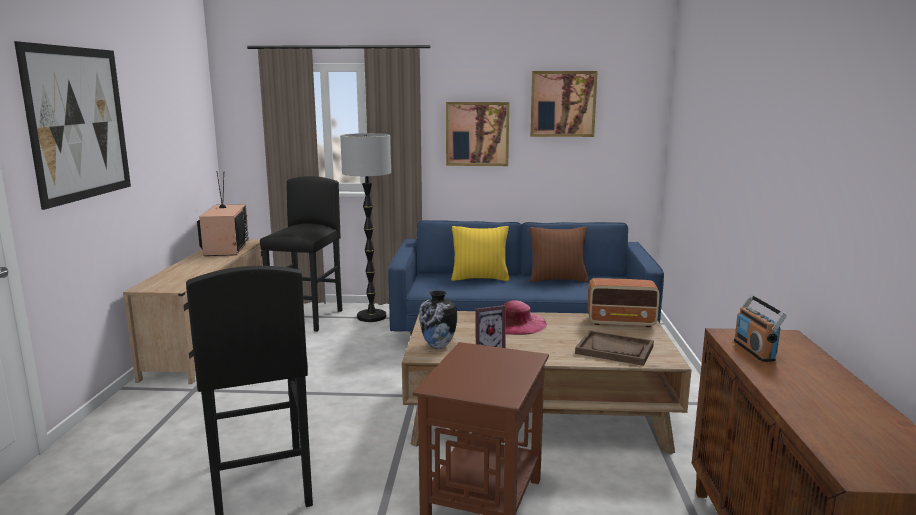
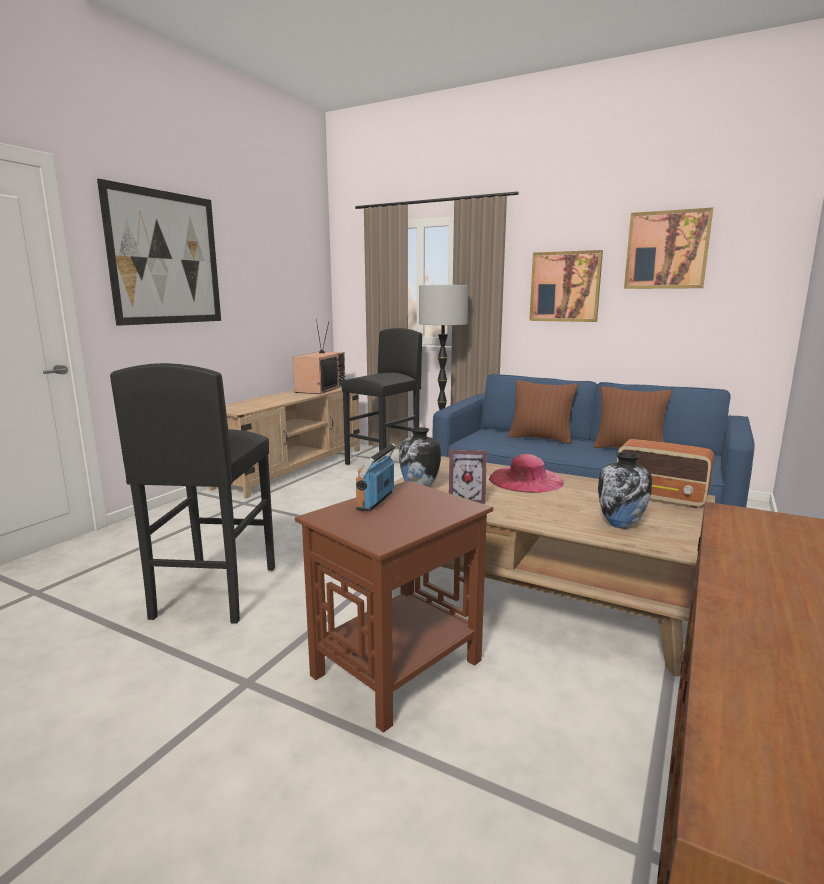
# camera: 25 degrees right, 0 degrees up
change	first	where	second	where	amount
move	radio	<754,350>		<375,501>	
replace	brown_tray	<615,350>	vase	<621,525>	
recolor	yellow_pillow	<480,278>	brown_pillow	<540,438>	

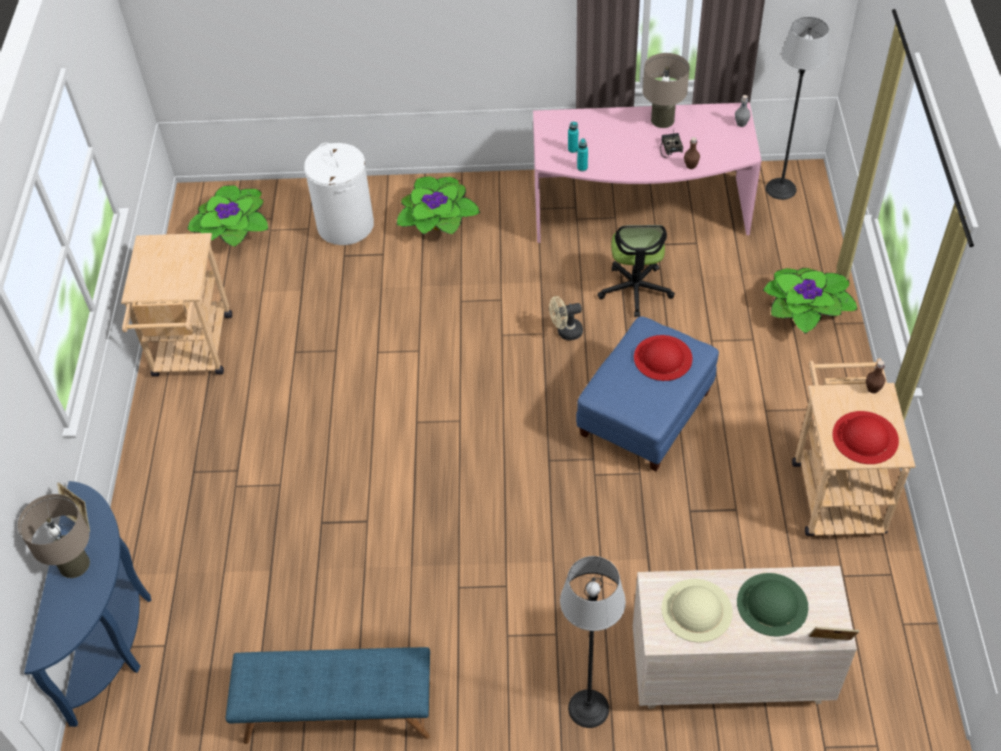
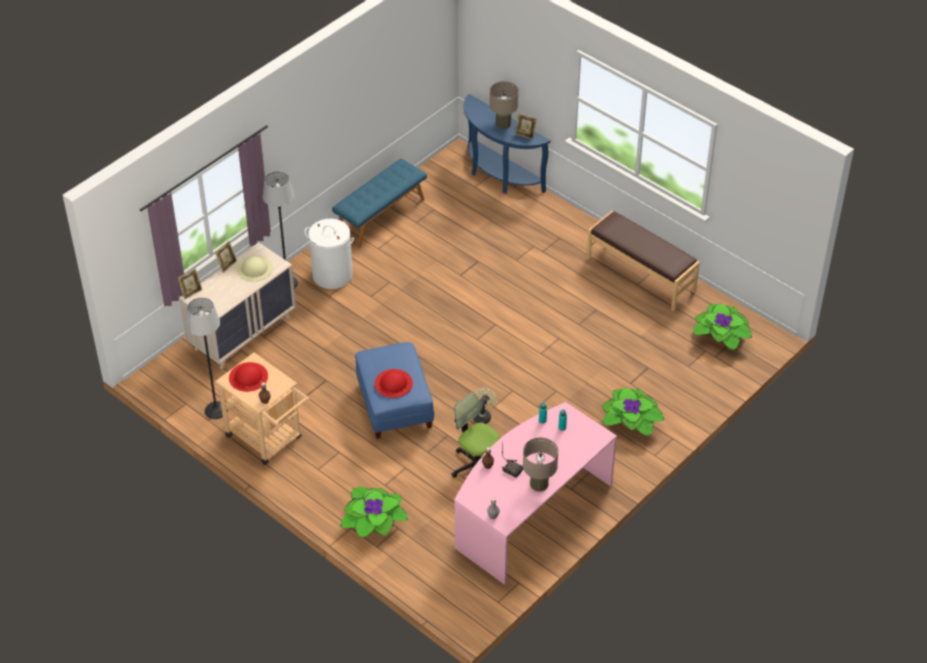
# camera: 130 degrees right, 5 degrees down
change	first	where	second	where	amount
delete	green_hat	<772,604>			
insert			picture_frame	<227,265>	
move	white_laundry_basket	<346,225>		<332,275>	
move	floor_lamp	<781,189>		<216,410>	
replace	beige_cart	<192,352>	brown_bench	<641,274>	

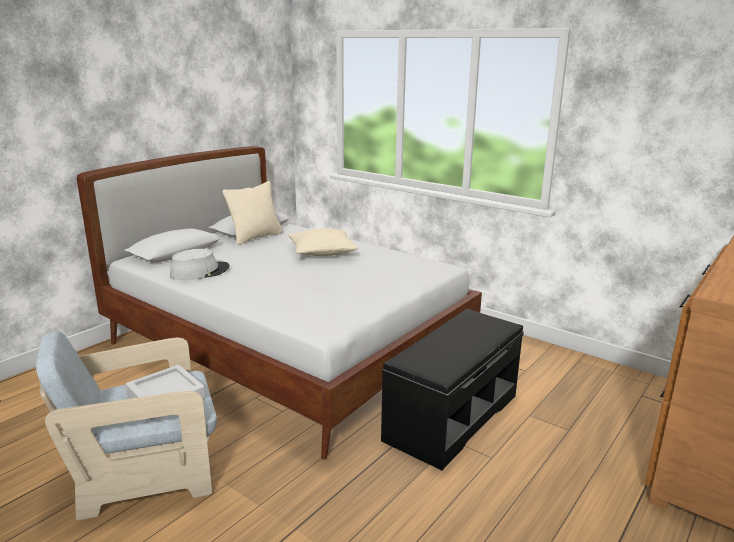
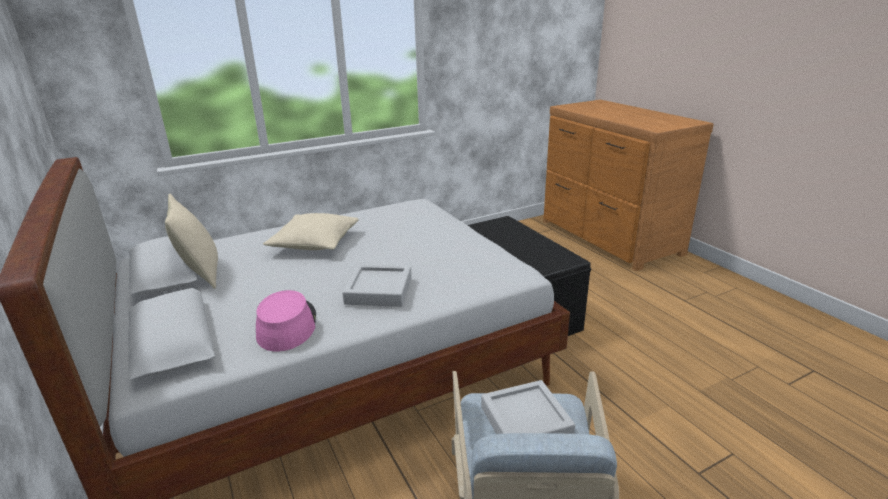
# camera: 65 degrees left, 5 degrees up
change	first	where	second	where	amount
insert			grey_tray	<379,291>	
recolor	grey_hat	<200,272>	pink_hat	<287,325>	

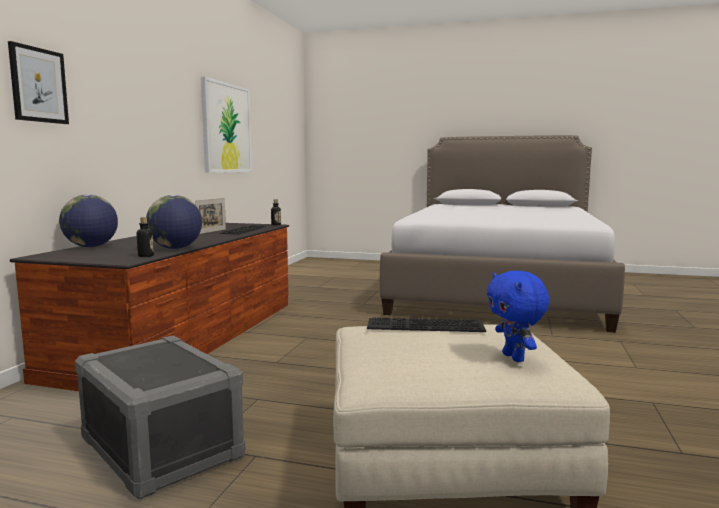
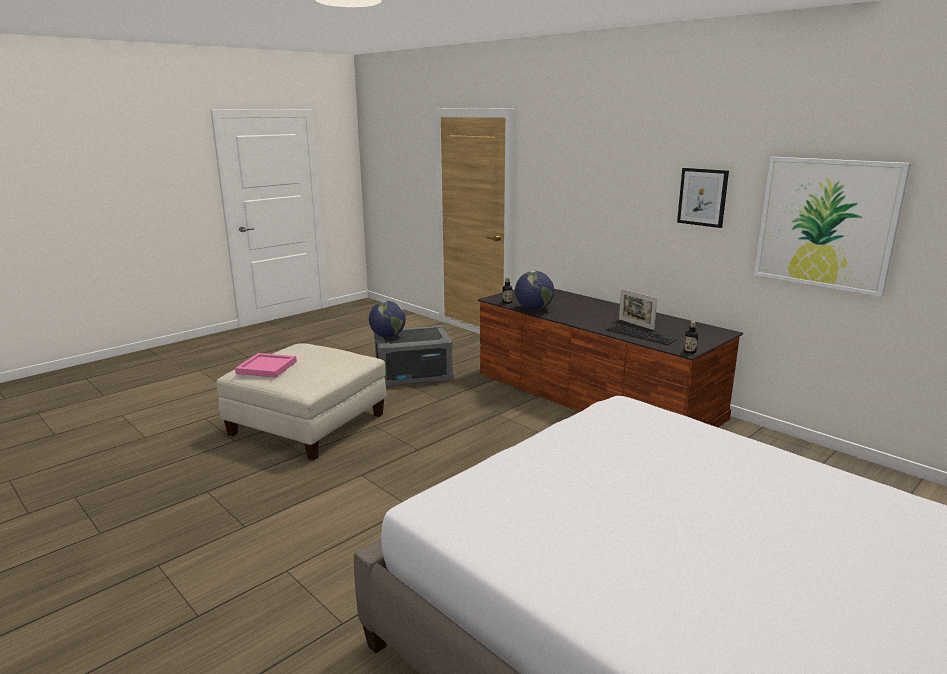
# camera: 120 degrees right, 10 degrees up
change	first	where	second	where	amount
delete	keyboard	<424,326>			
move	picture	<38,85>		<702,197>	
move	globe	<91,247>		<388,336>	
replace	blue_plush_toy	<515,358>	pink_tray	<265,368>	

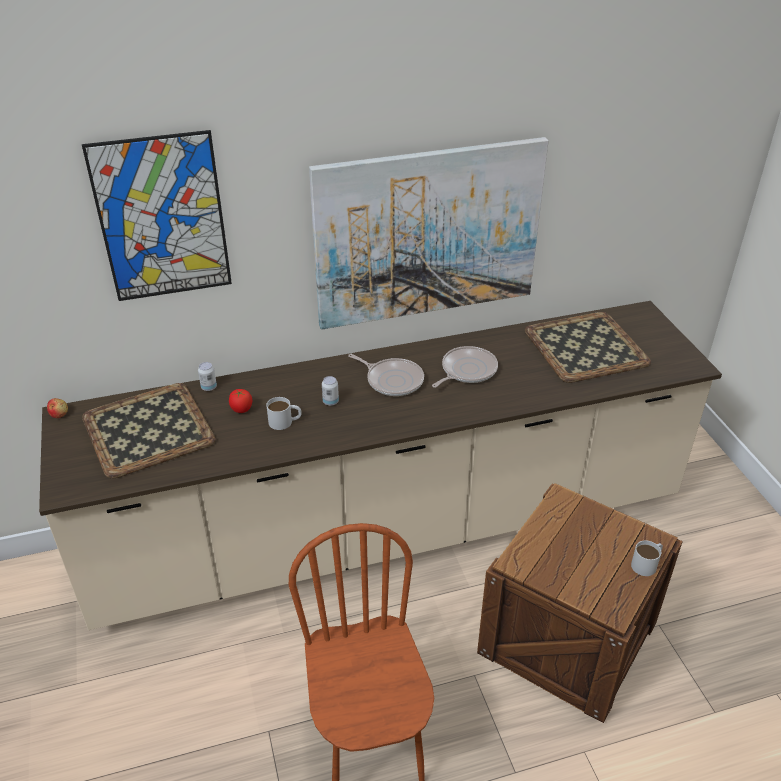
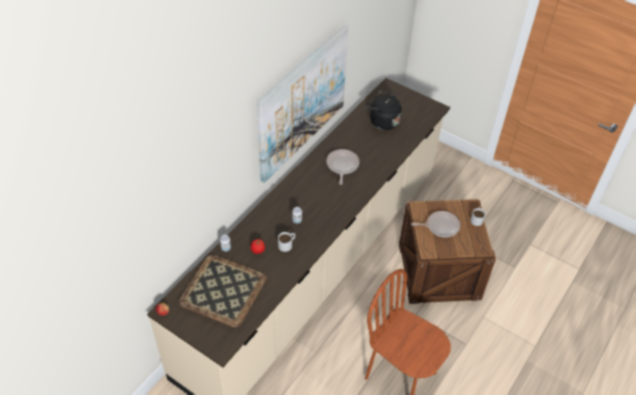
# camera: 40 degrees left, 10 degrees up
change	first	where	second	where	amount
delete	picture	<162,218>			
move	frying_pan	<392,380>		<440,226>	
replace	tray	<586,346>	black_kettle	<382,121>	

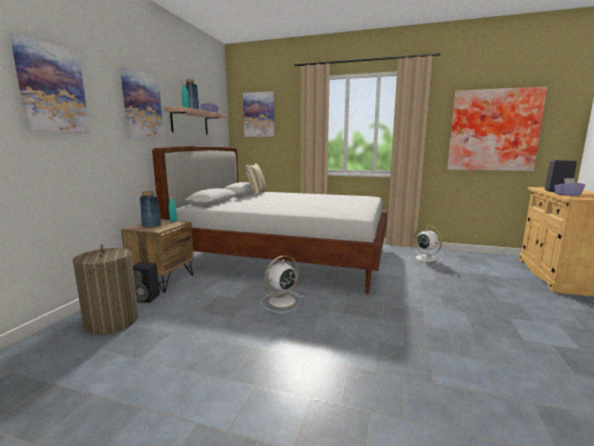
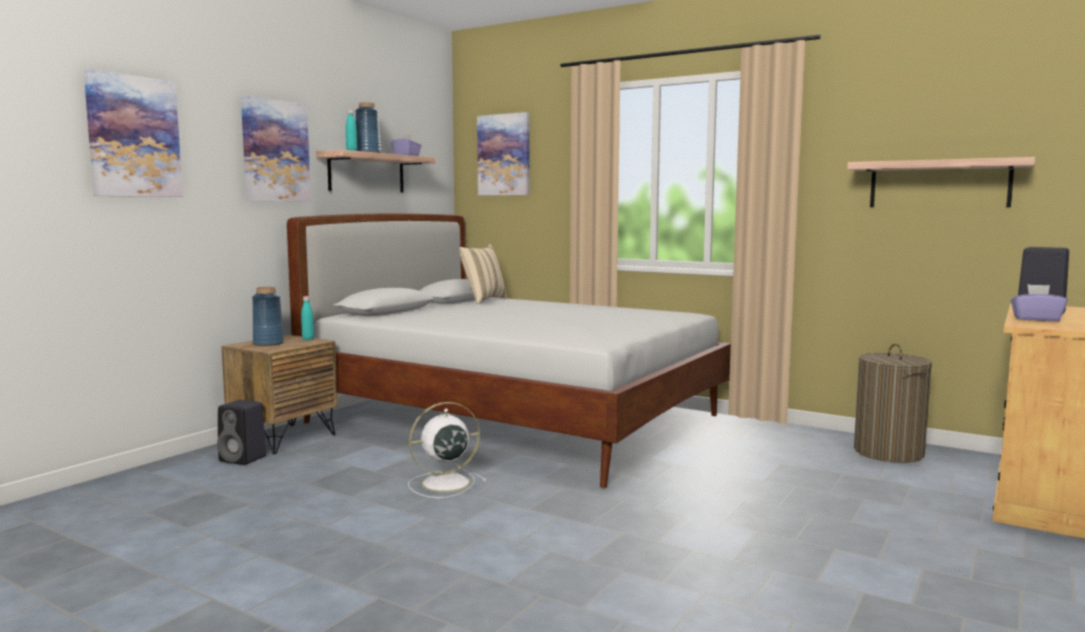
# camera: 15 degrees right, 5 degrees down
change	first	where	second	where	amount
delete	white_fan	<424,258>			
move	laundry_basket	<112,322>		<888,452>	
replace	picture	<493,130>	shelf	<939,184>	

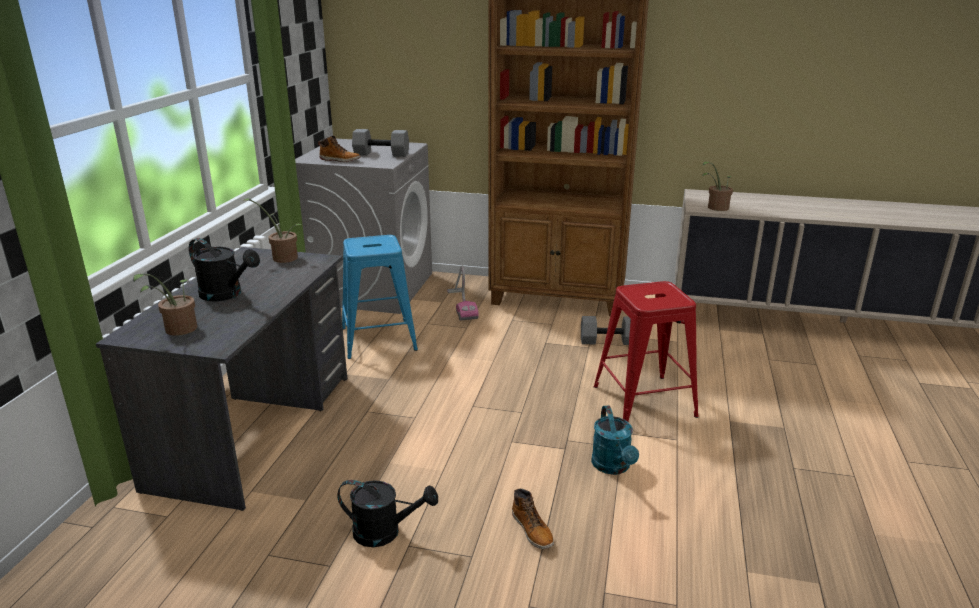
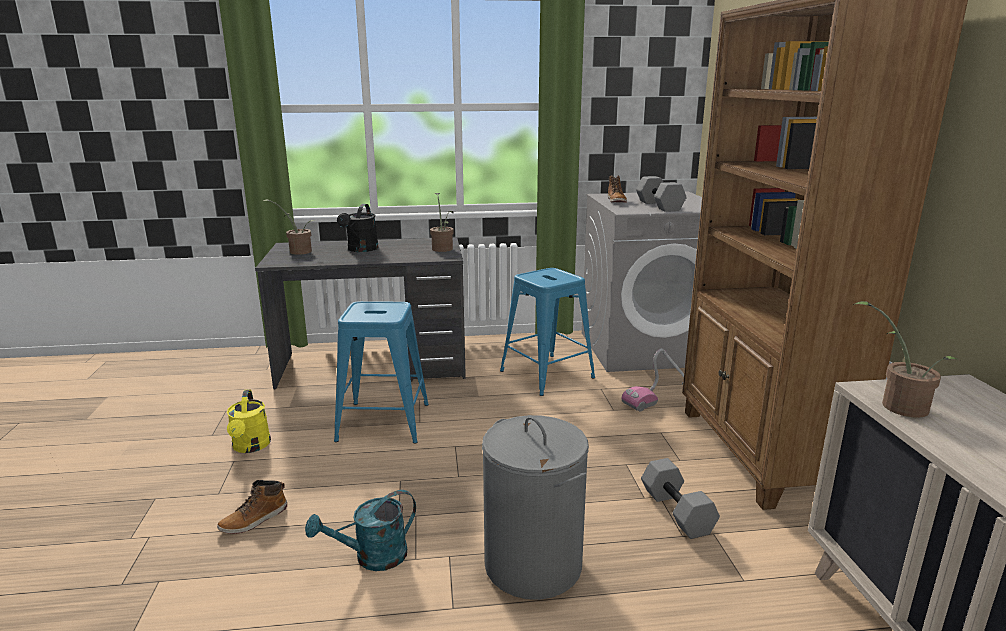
# camera: 70 degrees right, 5 degrees down
change	first	where	second	where	amount
insert			blue_stool	<384,422>	
replace	red_stool	<644,401>	grey_laundry_basket	<533,565>	
recolor	black_watering_can	<385,532>	yellow_watering_can	<250,447>	

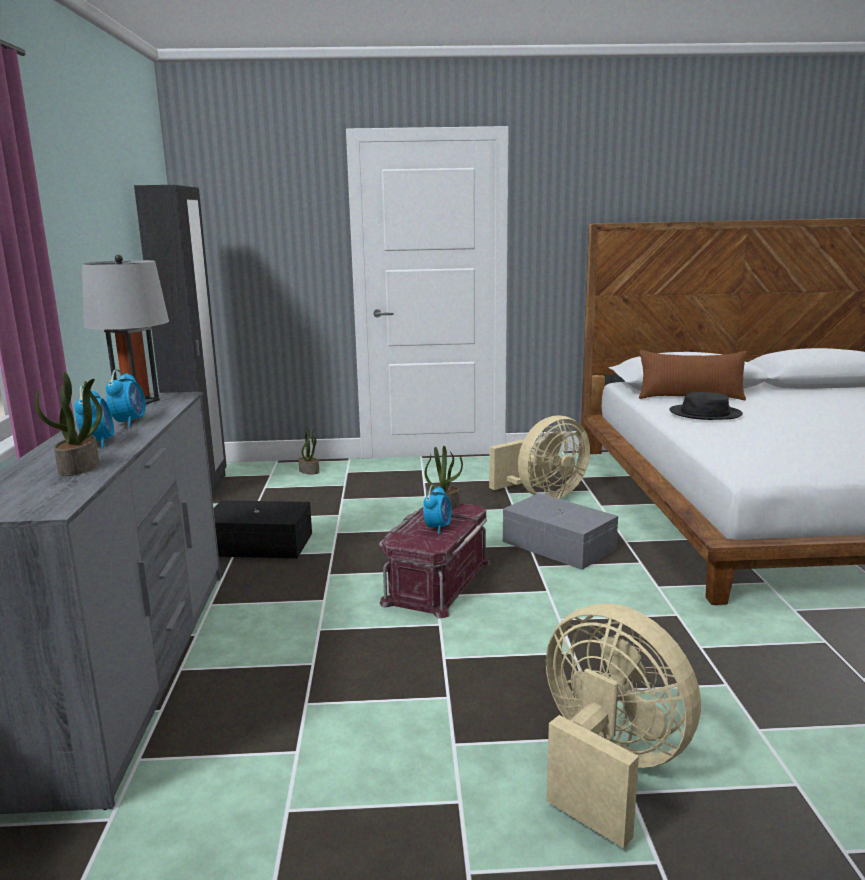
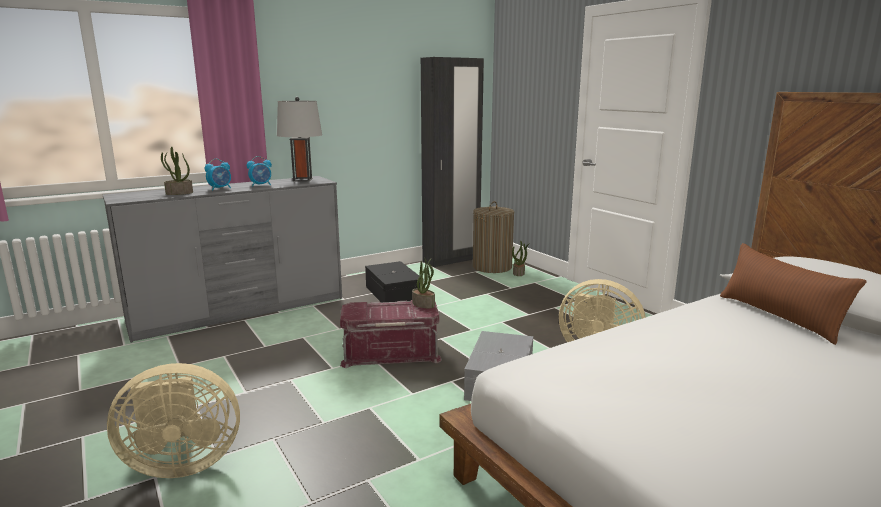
# camera: 60 degrees right, 0 degrees up
change	first	where	second	where	amount
delete	alarm_clock	<438,527>			
delete	black_hat	<705,413>			
insert			laundry_basket	<492,267>	
rotate	beige_fan	<608,767>		<181,463>	60 degrees clockwise

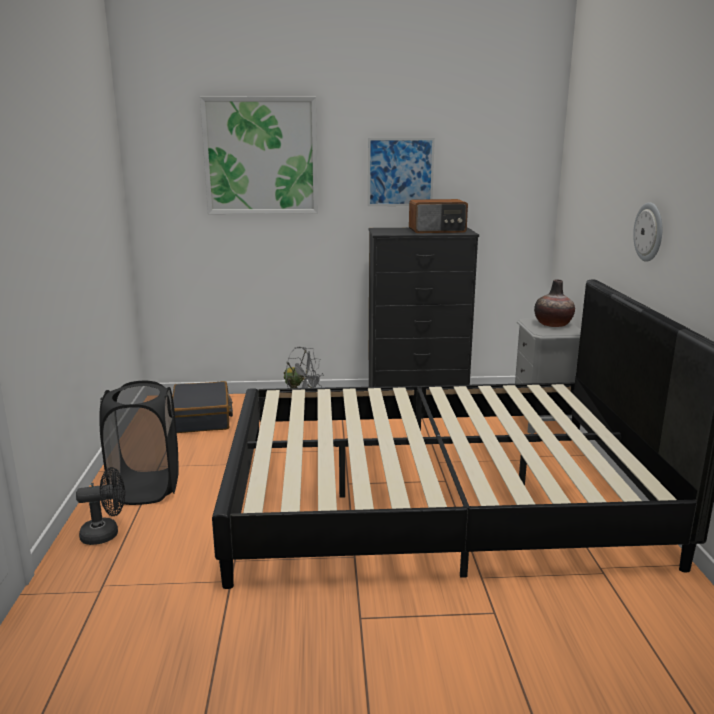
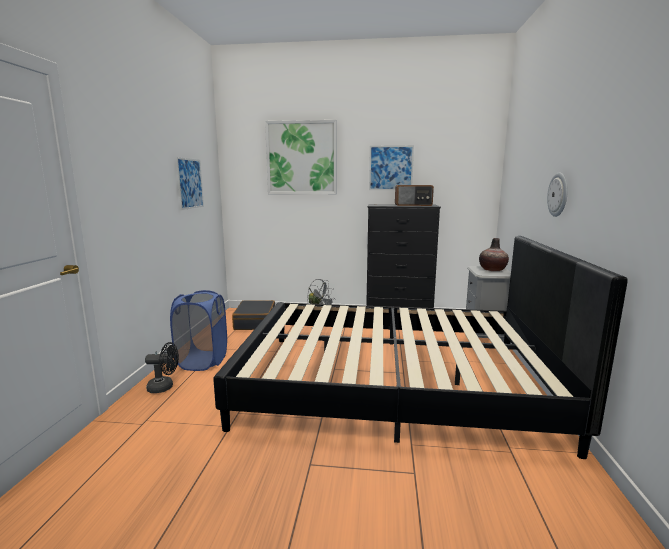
# camera: 10 degrees right, 5 degrees down
change	first	where	second	where	amount
insert			picture	<190,183>	
recolor	black_laundry_basket	<146,488>	blue_laundry_basket	<202,361>	

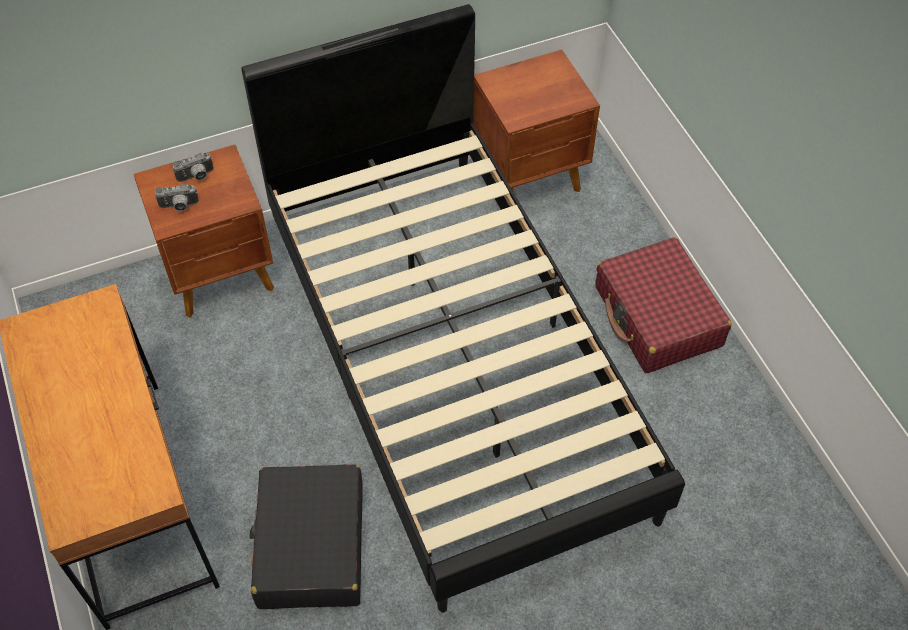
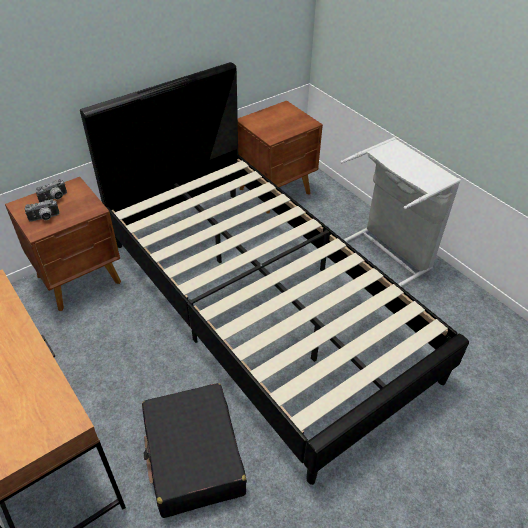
# camera: 15 degrees left, 10 degrees down
change	first	where	second	where	amount
replace	red_suitcase	<657,317>	grey_laundry_basket	<387,255>	

